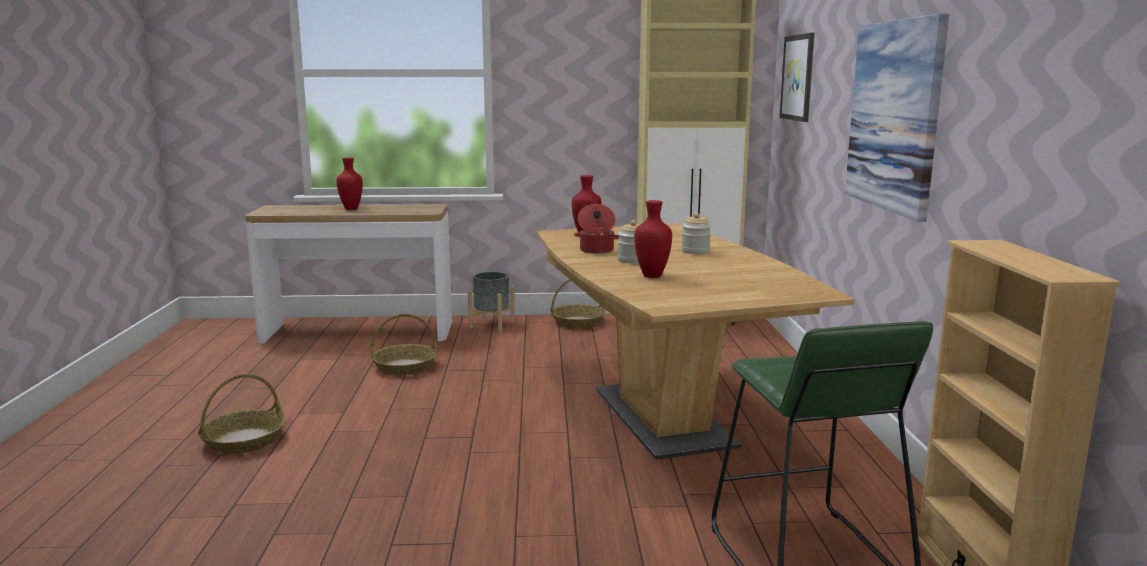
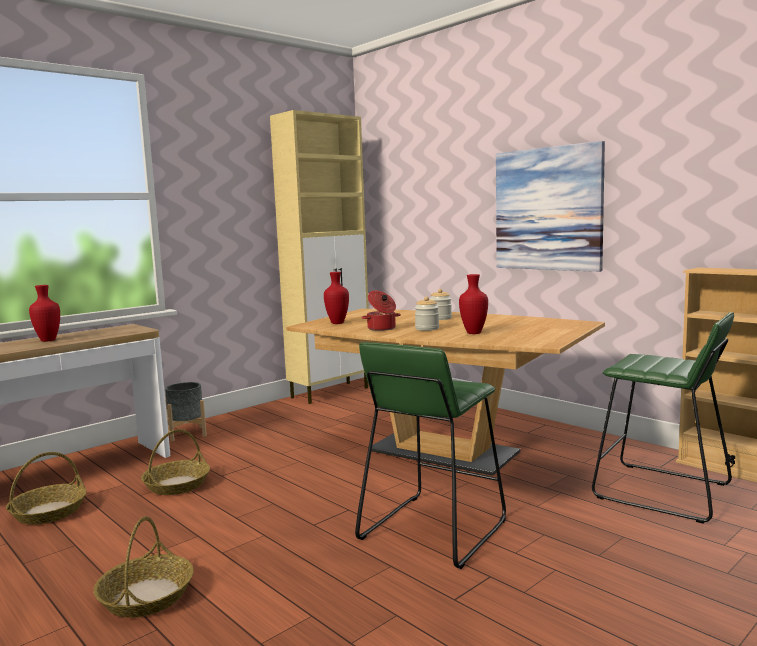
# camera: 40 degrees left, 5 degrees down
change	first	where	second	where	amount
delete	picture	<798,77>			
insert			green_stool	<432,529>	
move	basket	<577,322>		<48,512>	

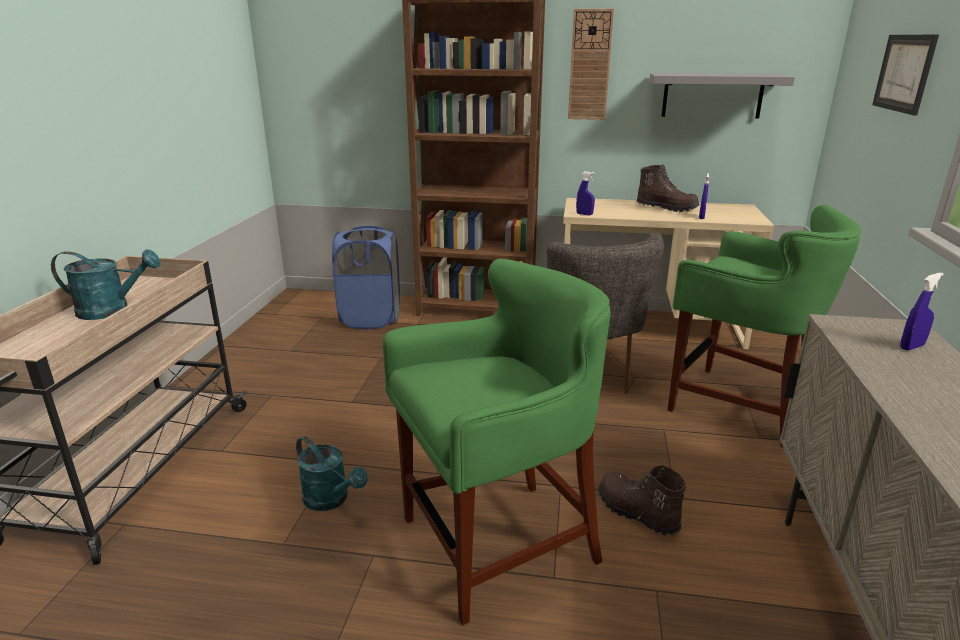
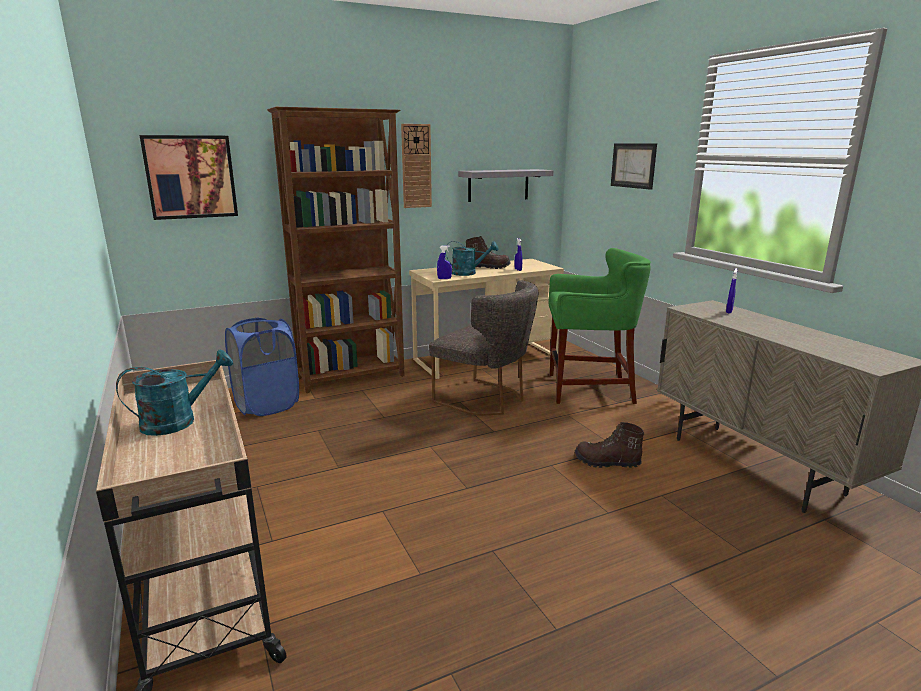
# camera: 35 degrees left, 5 degrees down
change	first	where	second	where	amount
delete	green_stool	<497,544>			
insert			picture	<191,177>	
move	turquoise_watering_can	<331,500>		<468,273>	

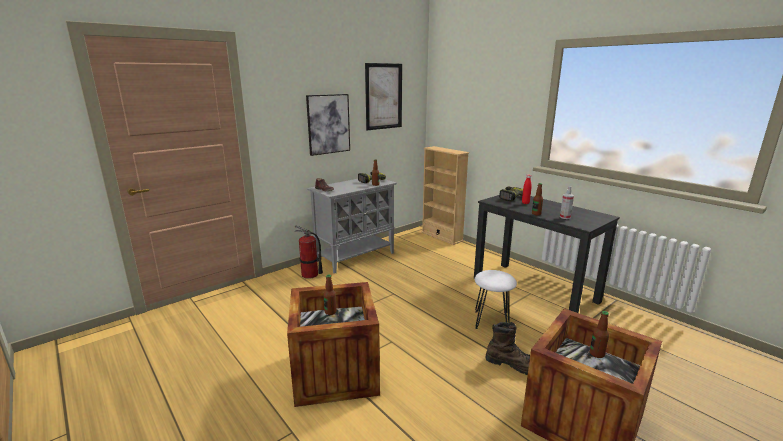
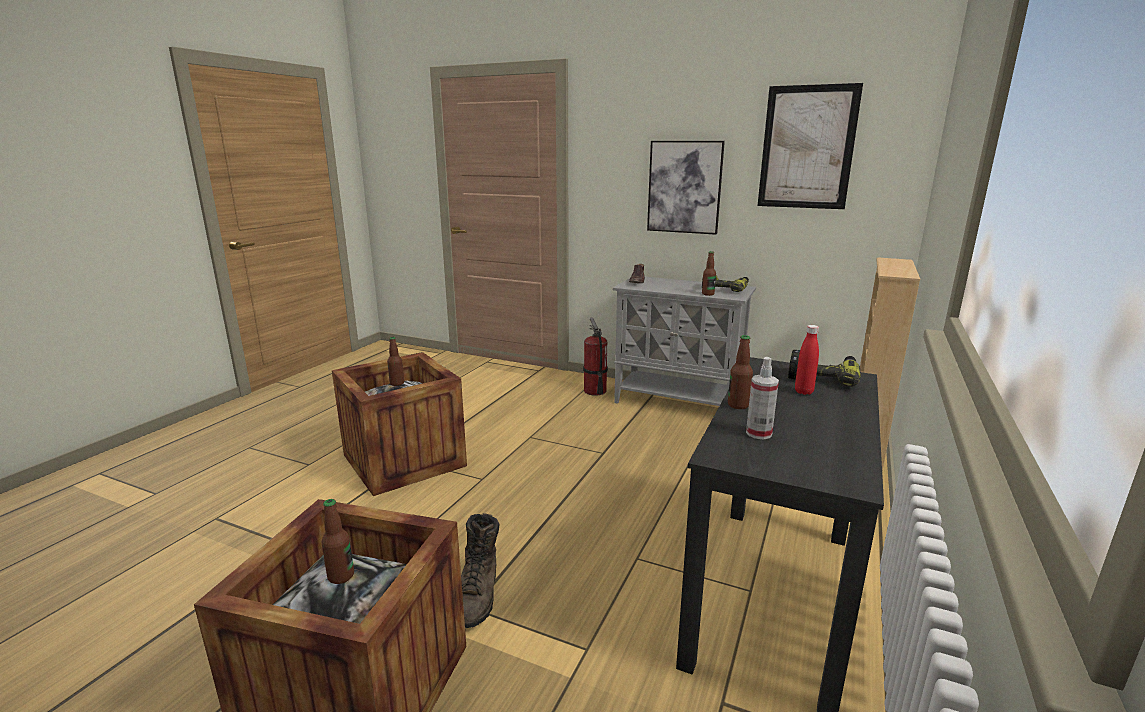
# camera: 65 degrees right, 0 degrees up
change	first	where	second	where	amount
delete	white_stool	<491,321>			

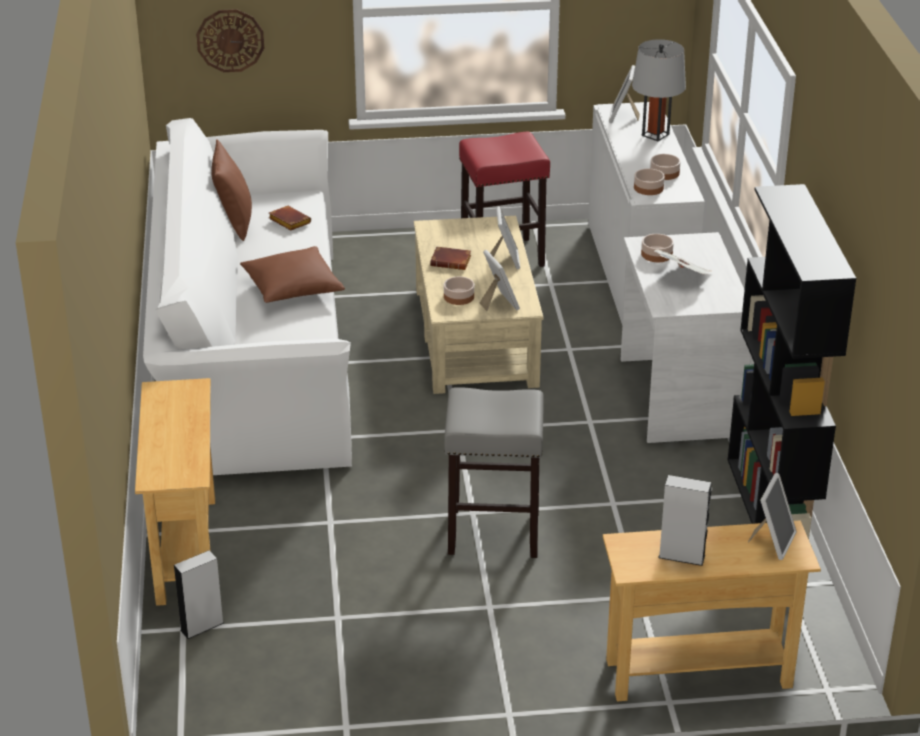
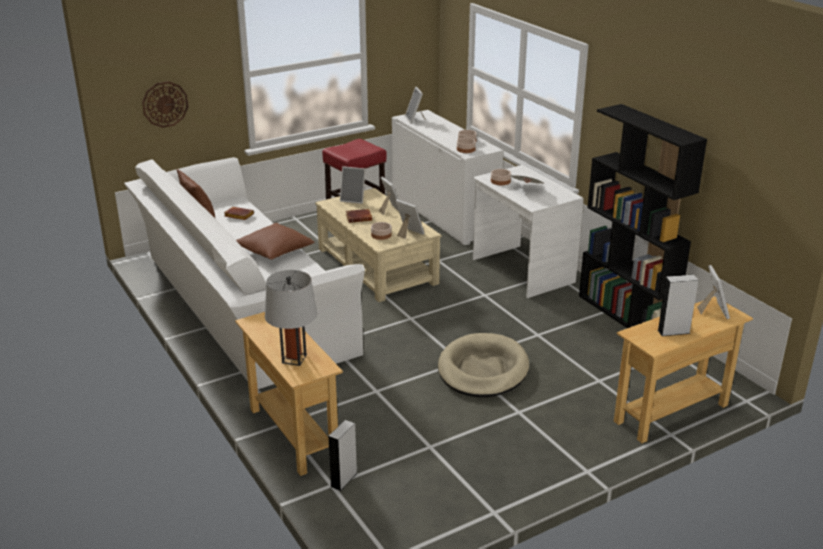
# camera: 25 degrees left, 5 degrees down
change	first	where	second	where	amount
insert			picture_frame	<353,199>	
move	grey_table_lamp	<655,135>		<294,359>	
replace	grey_stool	<492,533>	beige_dog_bed	<483,370>	

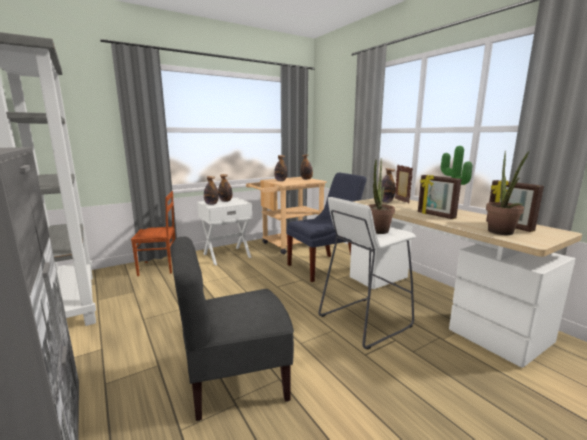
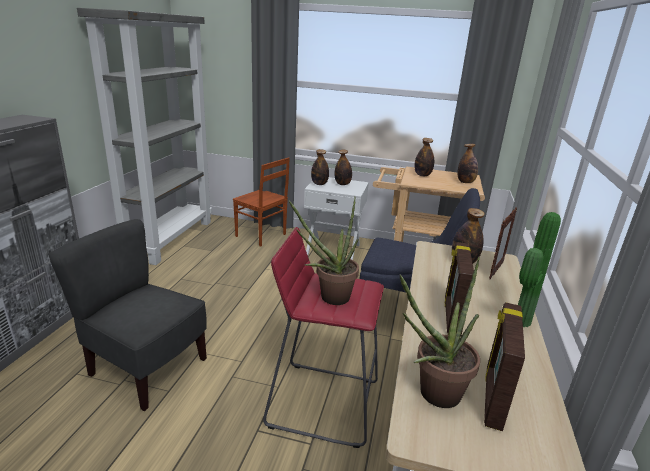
# camera: 45 degrees right, 10 degrees up
change	first	where	second	where	amount
recolor	white_stool	<364,321>	red_stool	<322,401>	

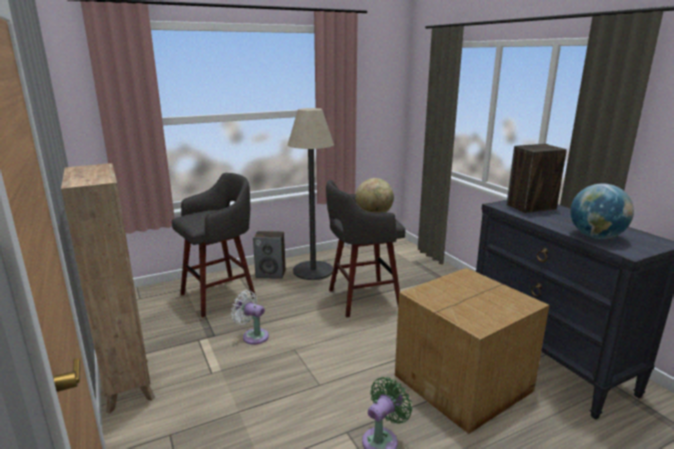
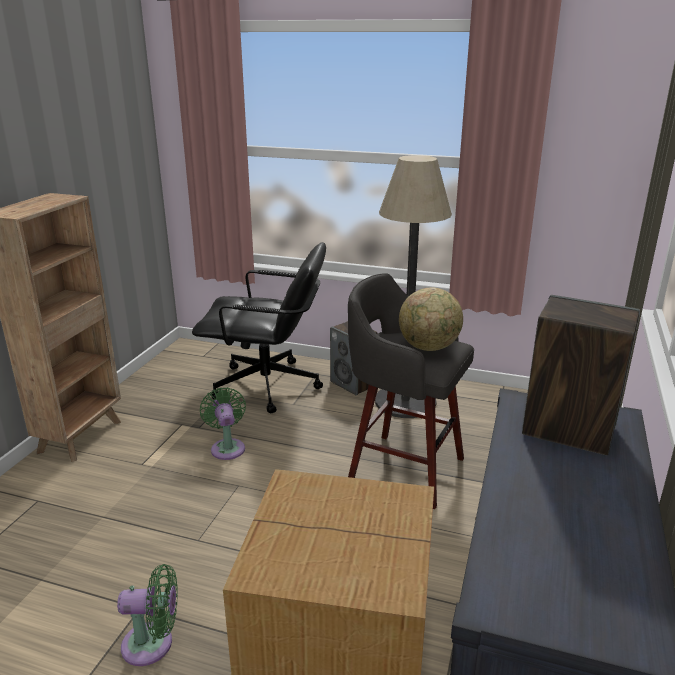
# camera: 45 degrees right, 5 degrees up
change	first	where	second	where	amount
delete	globe	<596,237>			
replace	grey_stool	<221,296>	black_office_chair	<268,386>	
recolor	white_fan	<253,336>	green_fan	<227,447>	

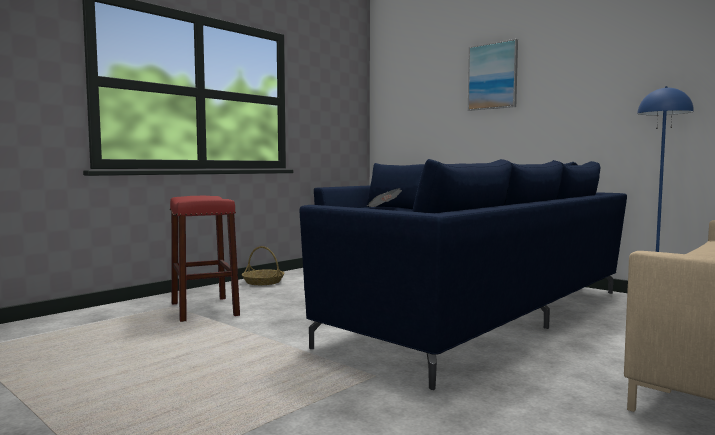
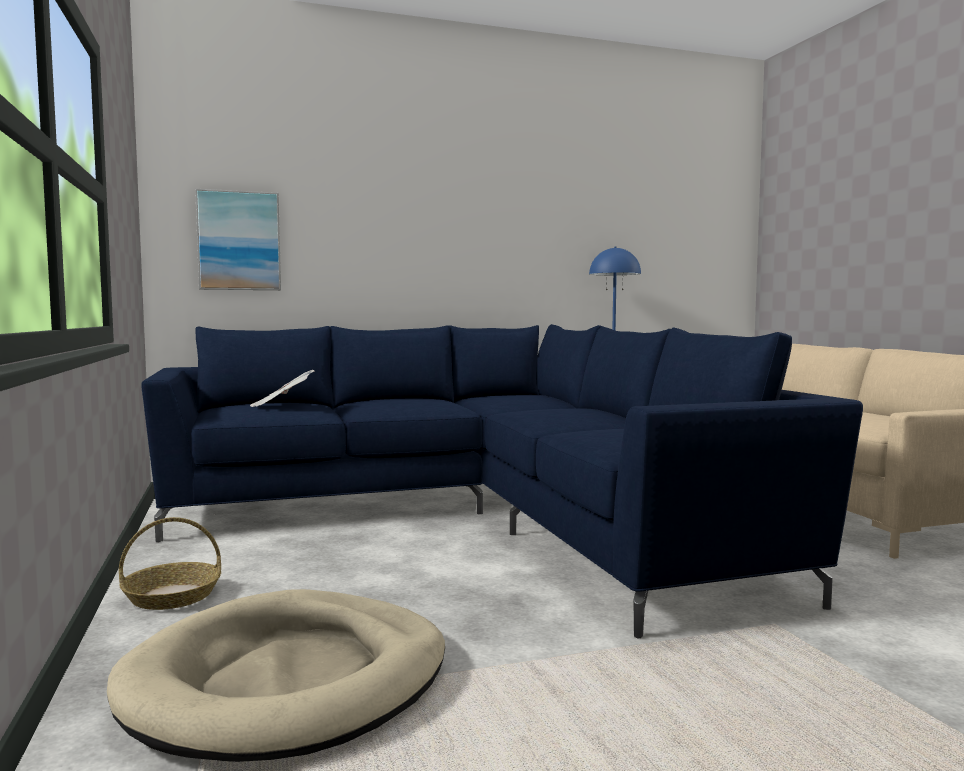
# camera: 60 degrees left, 0 degrees up
change	first	where	second	where	amount
move	picture	<493,76>		<239,241>	
replace	red_stool	<204,309>	beige_dog_bed	<289,681>	

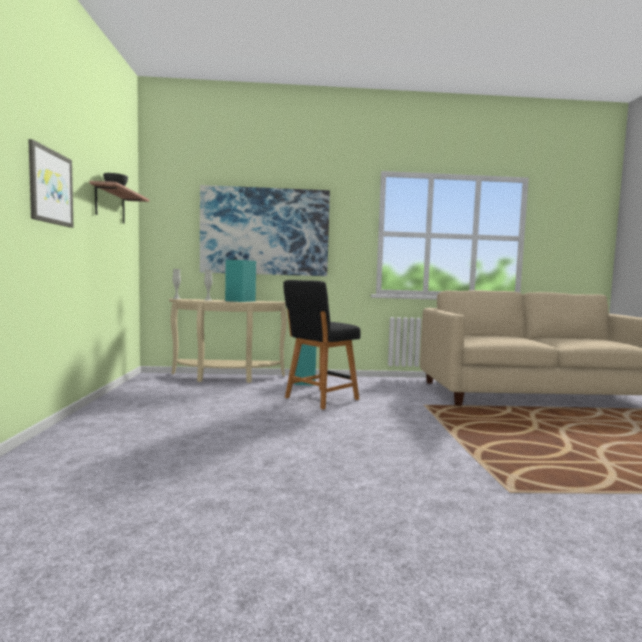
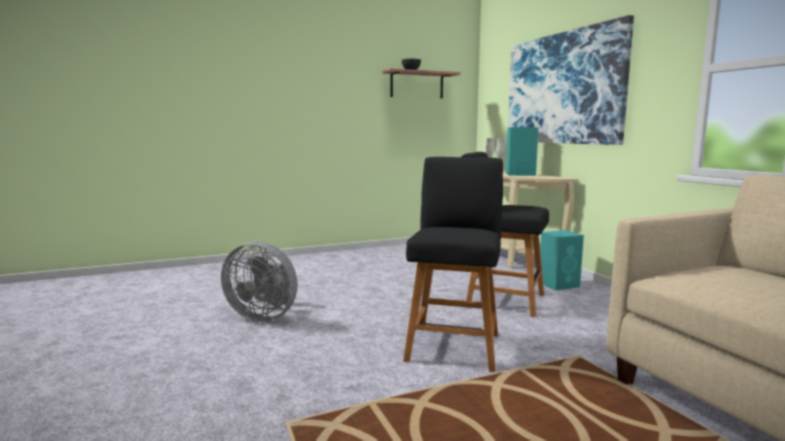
# camera: 70 degrees right, 5 degrees up
change	first	where	second	where	amount
delete	picture	<50,187>			
insert			grey_fan	<264,316>	
insert			black_stool	<454,345>	

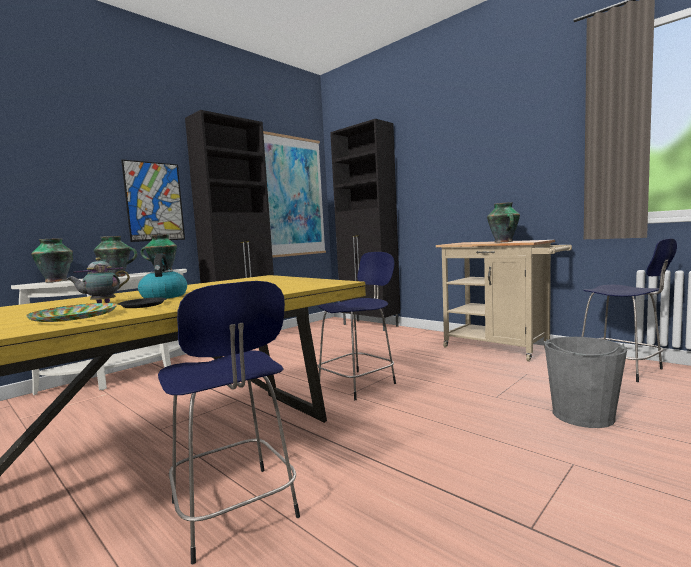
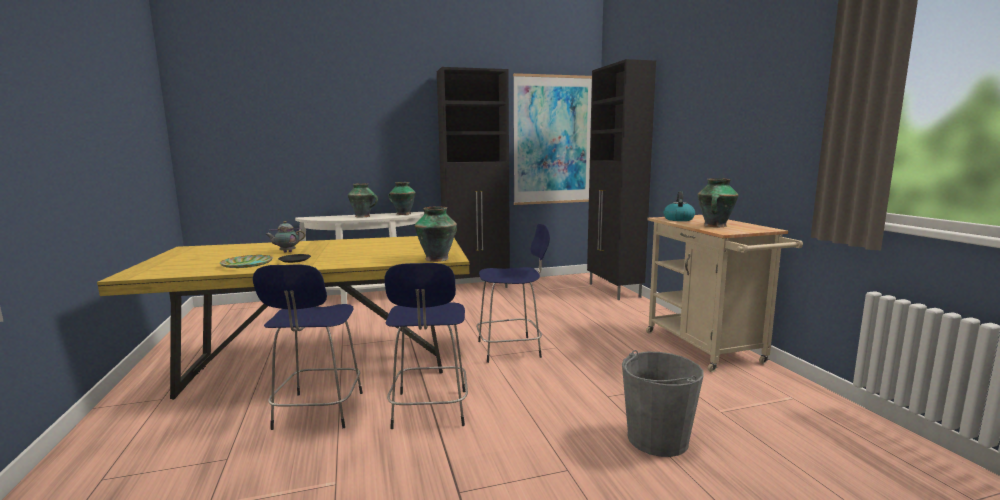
# camera: 30 degrees right, 5 degrees up
change	first	where	second	where	amount
delete	picture	<154,201>			
move	vase	<57,281>		<438,259>	
move	kettle	<164,296>		<678,219>	
move	blue_stool	<622,369>		<430,410>	

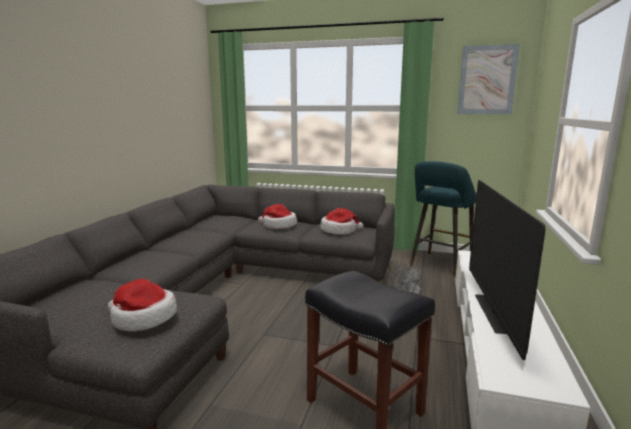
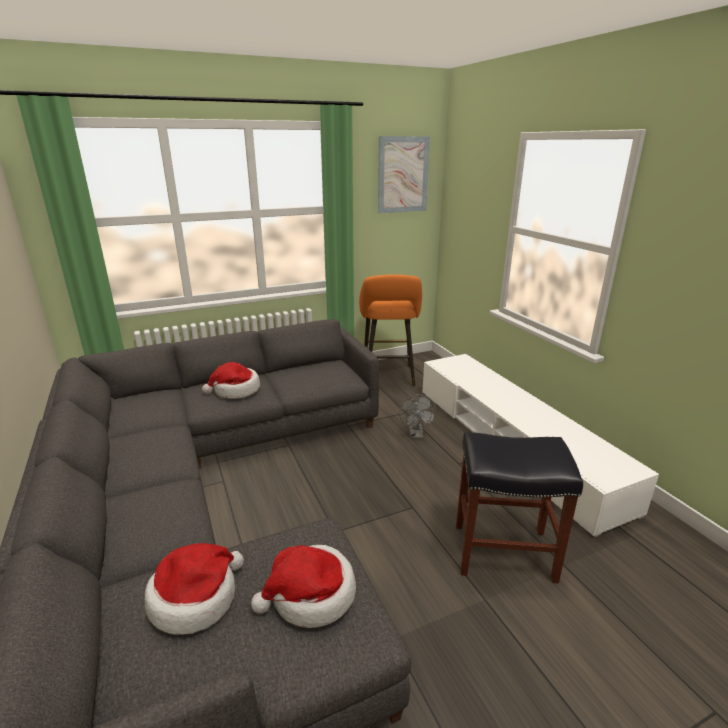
# camera: 40 degrees left, 10 degrees up
change	first	where	second	where	amount
delete	television	<492,313>			
move	hat	<339,230>		<196,598>	
recolor	turquoise_stool	<439,265>	orange_stool	<388,377>	

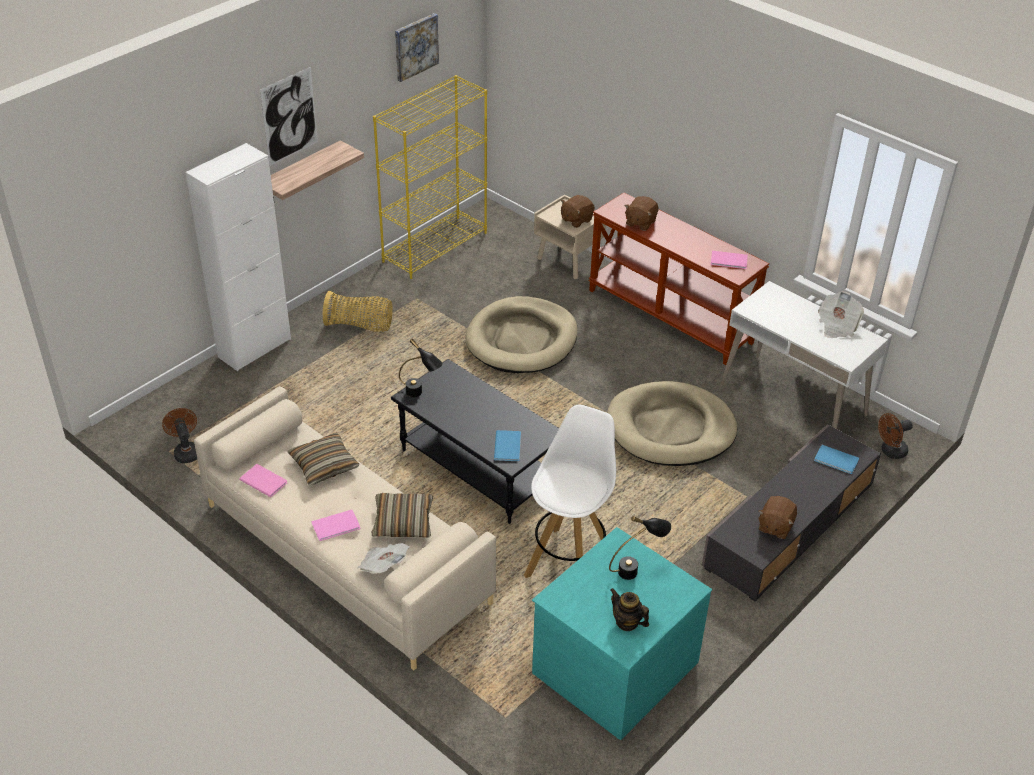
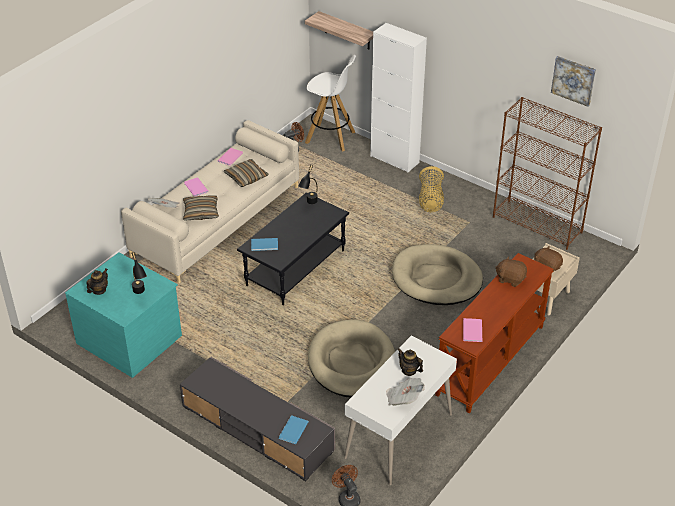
# camera: 85 degrees right, 0 degrees up
change	first	where	second	where	amount
delete	picture	<289,116>			
delete	brown_plush_toy	<775,526>			
insert			teapot	<409,370>	
move	shelf	<301,174>		<347,31>	
move	white_stool	<569,561>		<331,137>	
recolor	yellow_bookcase	<435,247>	brown_bookcase	<537,225>	

